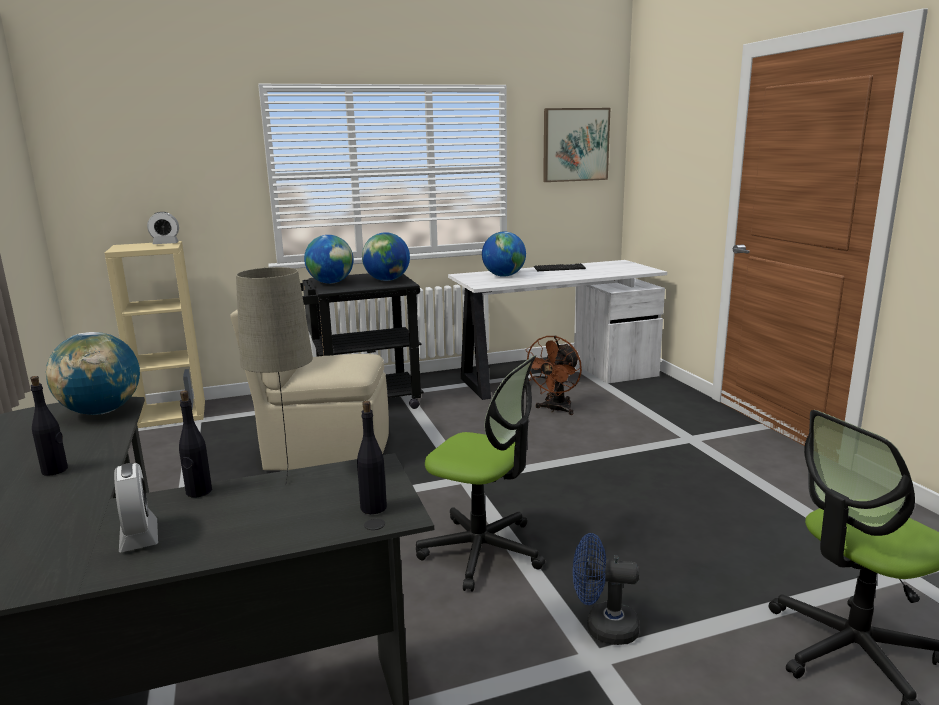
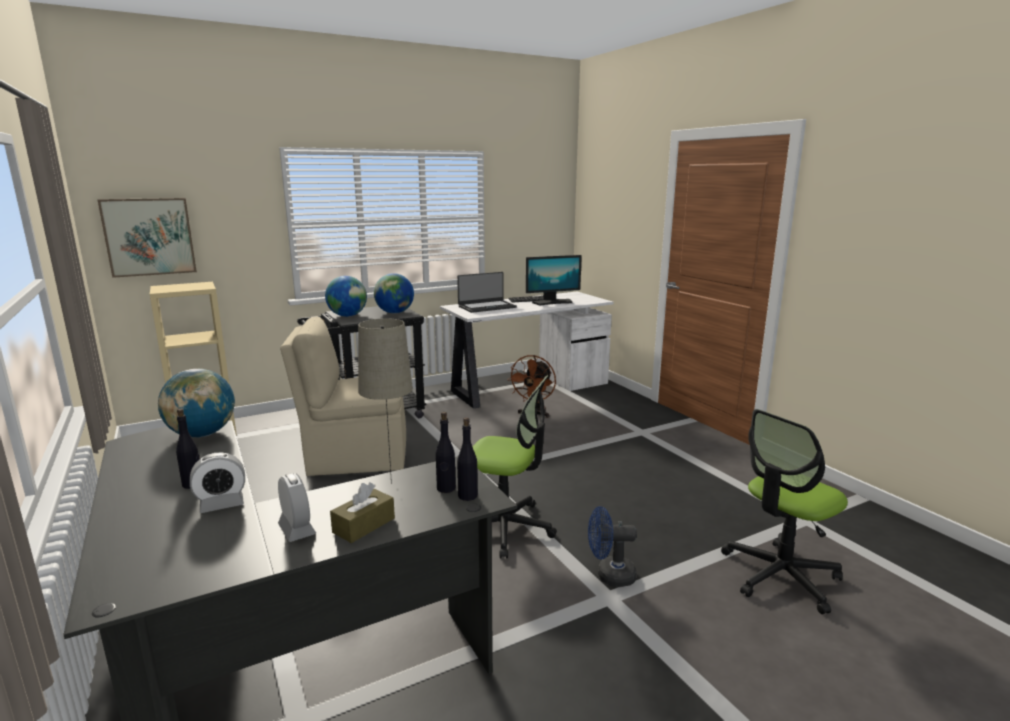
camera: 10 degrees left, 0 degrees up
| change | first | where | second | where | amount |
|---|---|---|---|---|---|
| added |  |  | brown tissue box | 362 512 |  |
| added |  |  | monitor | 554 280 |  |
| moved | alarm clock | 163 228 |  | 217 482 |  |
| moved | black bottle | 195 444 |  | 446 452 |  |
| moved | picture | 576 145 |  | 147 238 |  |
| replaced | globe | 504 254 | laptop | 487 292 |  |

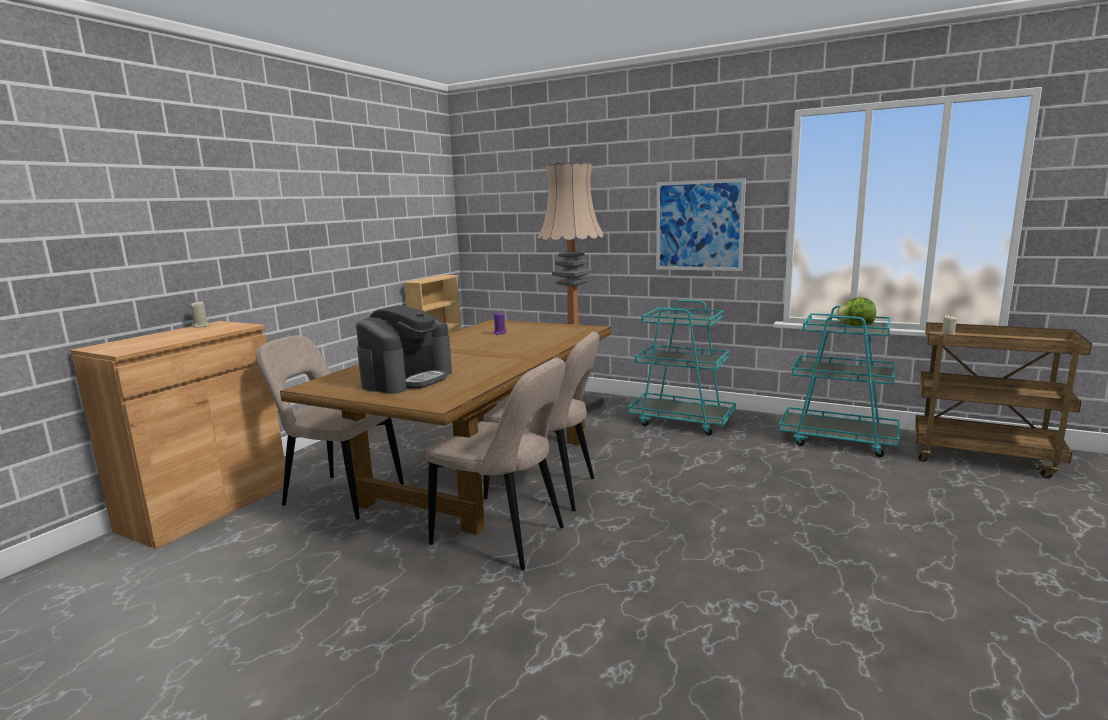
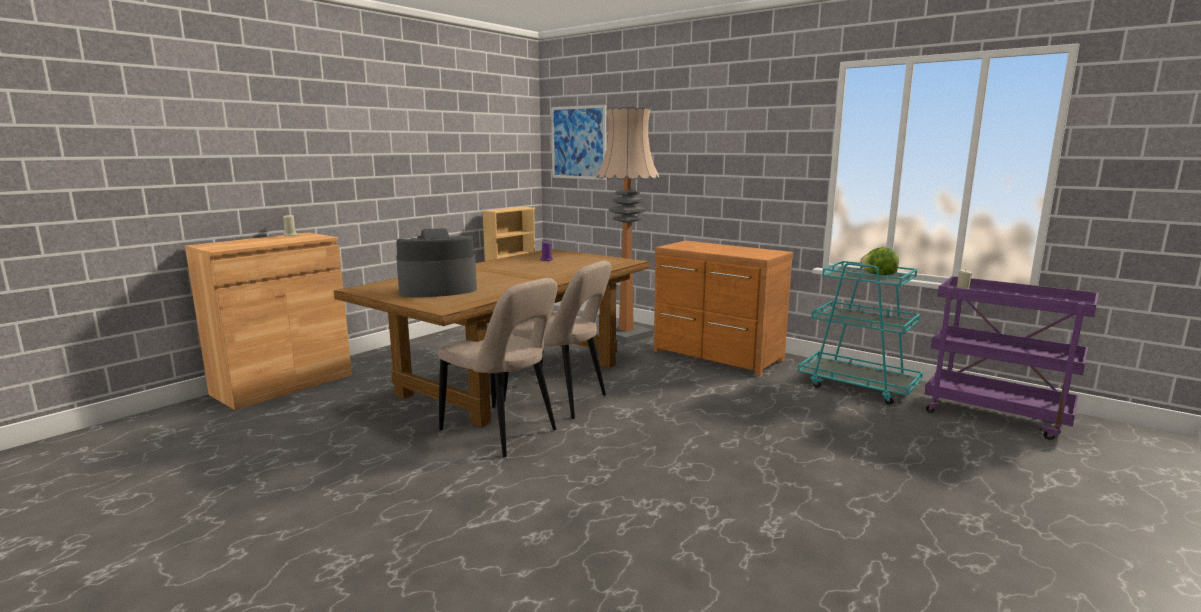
camera: 10 degrees right, 0 degrees up
| change | first | where | second | where | amount |
|---|---|---|---|---|---|
| removed | beige chair | 330 427 |  |  |  |
| moved | picture | 701 224 |  | 578 142 |  |
| replaced | turquoise cart | 681 368 | brown dresser | 723 308 |  |
| recoloured | brown cart | 1003 400 | purple cart | 1012 358 |  |
| turned | coffee machine | 404 349 |  | 436 262 | 150 degrees counterclockwise |

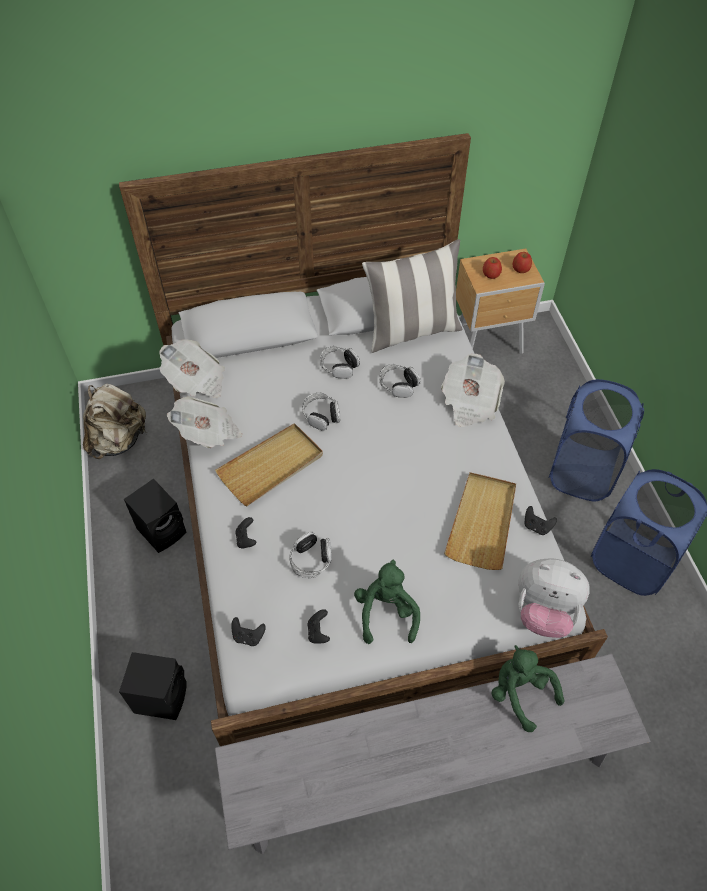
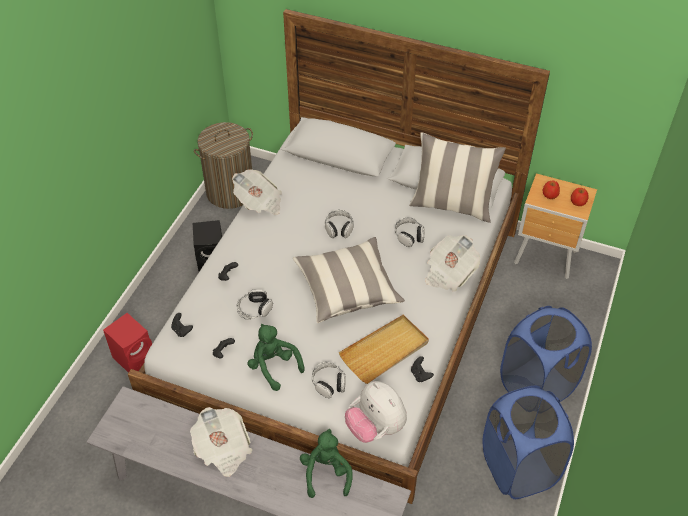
camera: 35 degrees right, 5 degrees down
| change | first | where | second | where | amount |
|---|---|---|---|---|---|
| removed | beige tray | 269 464 |  |  |  |
| added |  |  | pillow | 349 280 |  |
| moved | newspaper | 192 369 |  | 221 442 |  |
| moved | headphones | 340 362 |  | 329 380 |  |
| replaced | beige backpack | 115 421 | laundry basket | 223 165 |  |
| recoloured | black speaker | 153 686 | red speaker | 127 343 |  |
| turned | green plush toy | 387 602 |  | 276 357 | 75 degrees counterclockwise |

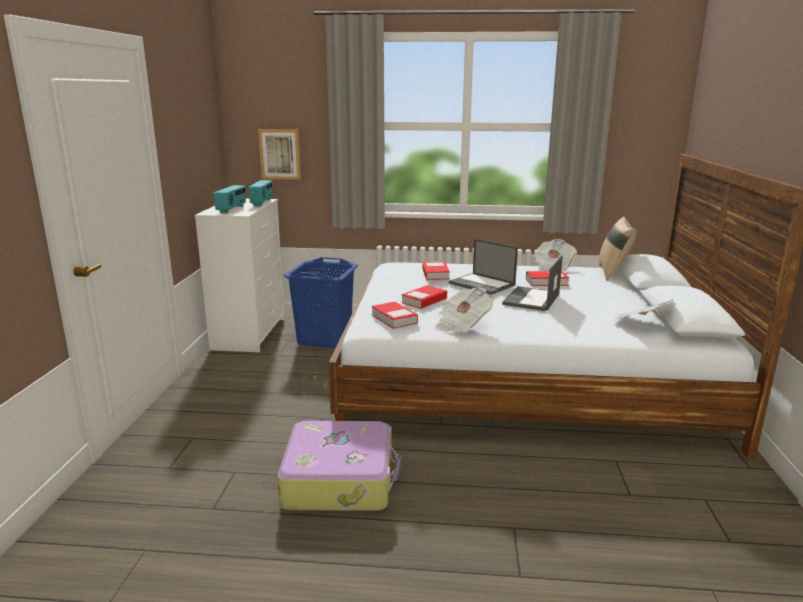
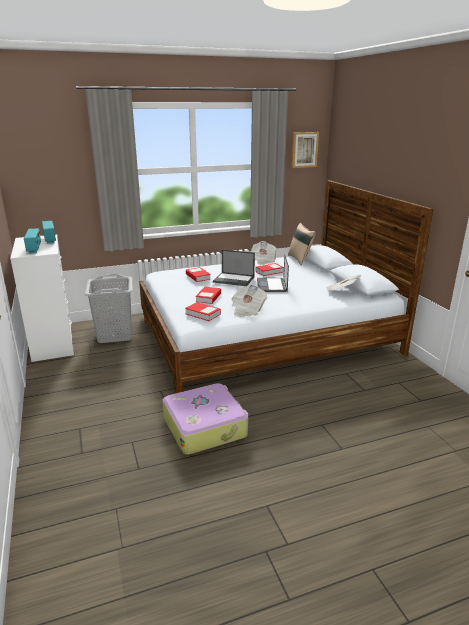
camera: 25 degrees left, 5 degrees up
| change | first | where | second | where | amount |
|---|---|---|---|---|---|
| moved | picture | 279 154 |  | 305 150 |  |
| recoloured | blue laundry basket | 320 302 | grey laundry basket | 108 308 |  |

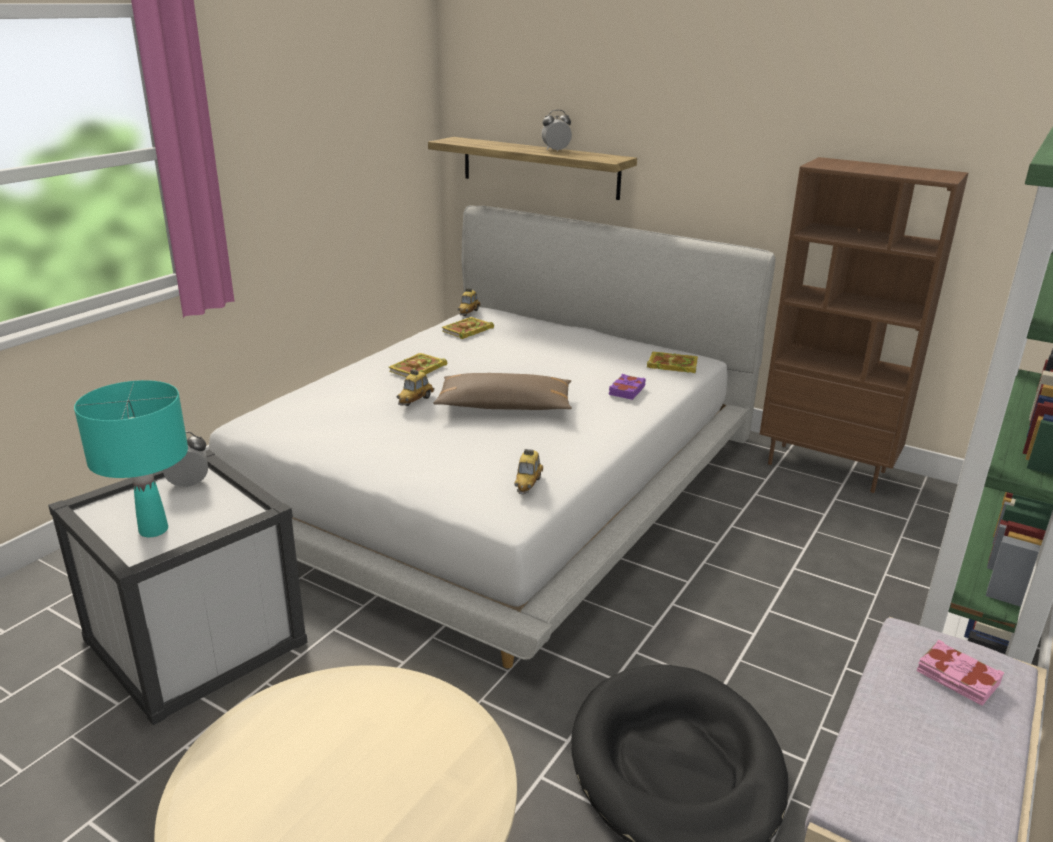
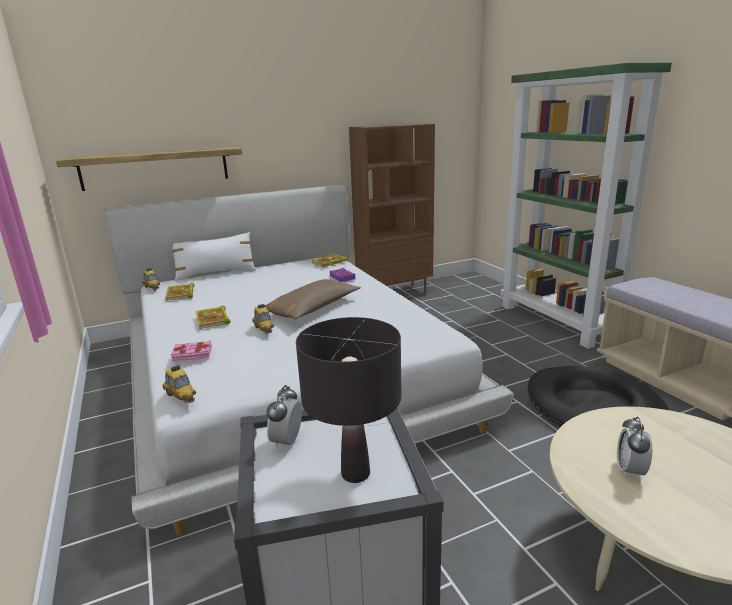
camera: 55 degrees left, 5 degrees down
| change | first | where | second | where | amount |
|---|---|---|---|---|---|
| added |  |  | white pillow | 214 256 |  |
| moved | toy car | 528 471 |  | 179 384 |  |
| moved | alarm clock | 557 130 |  | 634 447 |  |
| moved | pink book | 960 673 |  | 191 351 |  |
| recoloured | turquoise table lamp | 131 458 | black table lamp | 348 400 |  |

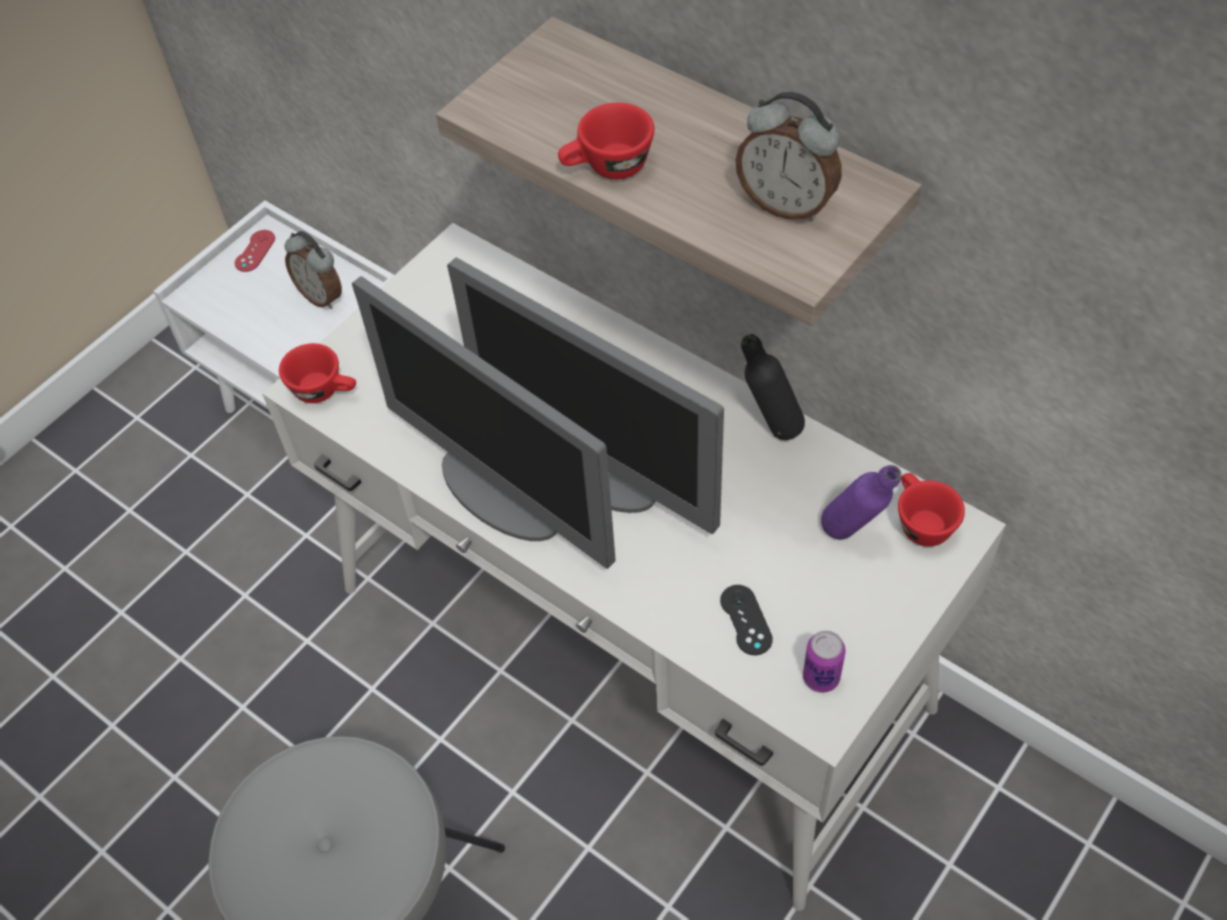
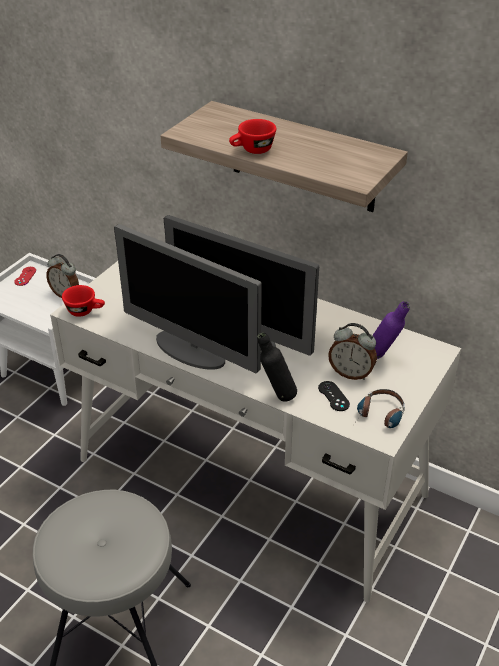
camera: 10 degrees left, 15 degrees down
| change | first | where | second | where | amount |
|---|---|---|---|---|---|
| removed | red cup | 931 510 |  |  |  |
| moved | alarm clock | 788 156 |  | 352 351 |  |
| moved | black bottle | 773 387 |  | 277 367 |  |
| replaced | can | 824 662 | headphones | 379 408 |  |

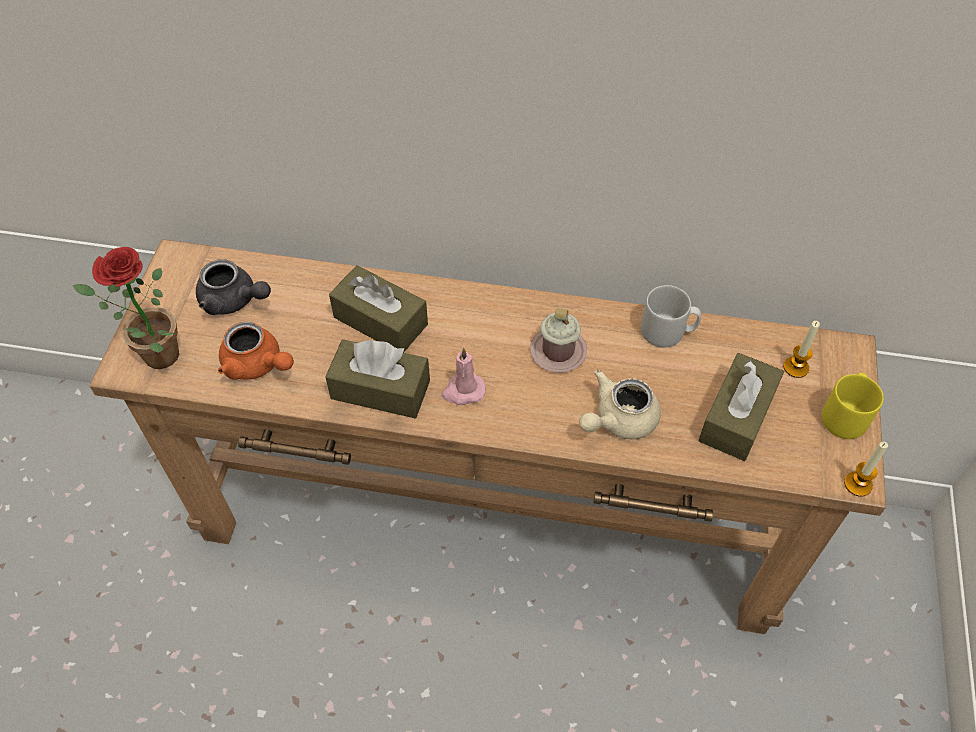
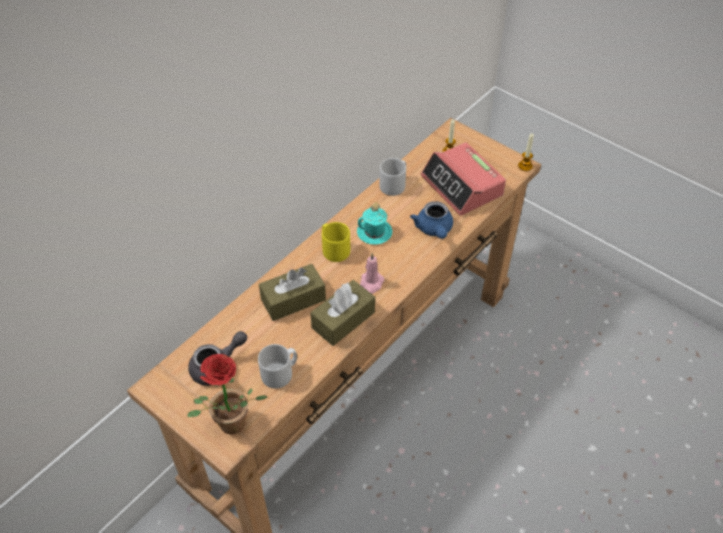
camera: 60 degrees left, 5 degrees down
| change | first | where | second | where | amount |
|---|---|---|---|---|---|
| moved | yellow mug | 853 406 |  | 336 242 |  |
| replaced | orange teapot | 256 351 | grey mug | 277 366 |  |
| replaced | brown tissue box | 741 407 | alarm clock | 463 179 |  |
| recoloured | pink mug | 558 340 | turquoise mug | 374 223 |  |
| recoloured | beige teapot | 620 404 | blue teapot | 431 220 |  |

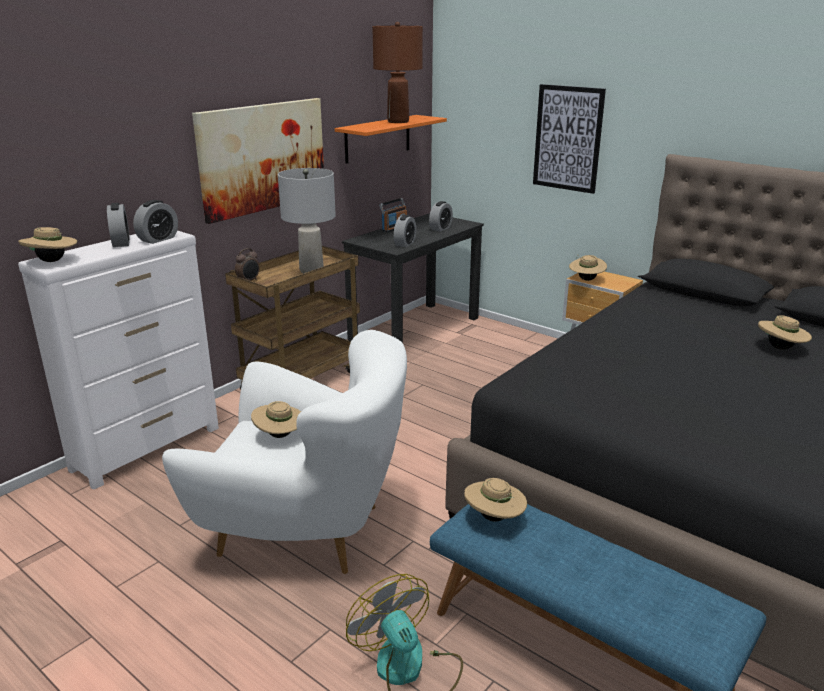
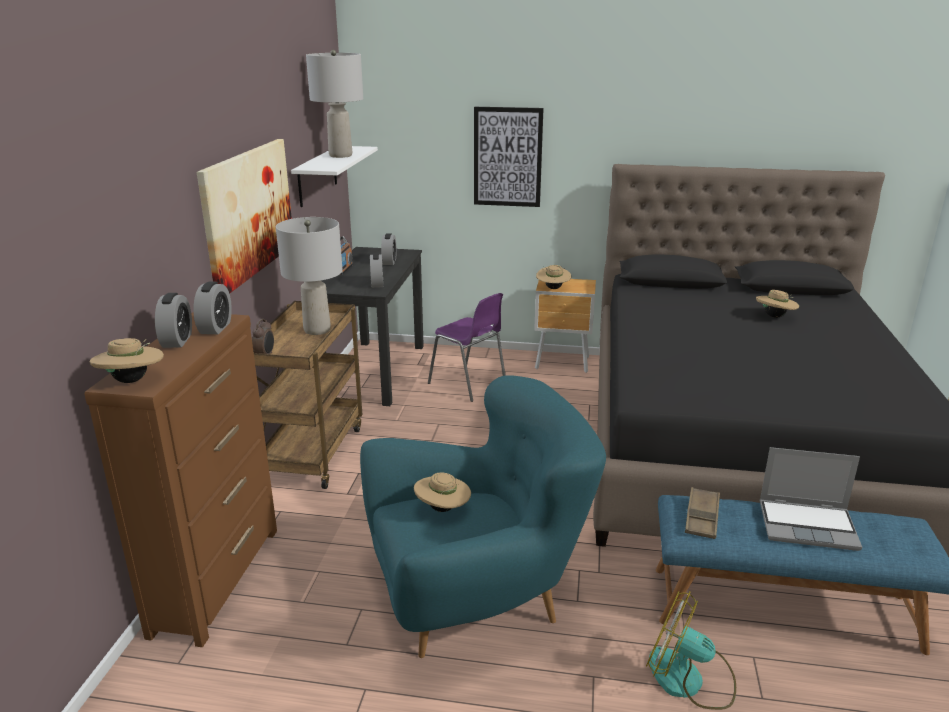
camera: 30 degrees left, 0 degrees up
| change | first | where | second | where | amount |
|---|---|---|---|---|---|
| added |  |  | purple chair | 466 347 |  |
| added |  |  | laptop | 811 499 |  |
| replaced | beige hat | 495 500 | brown tray | 702 513 |  |
| recoloured | white dresser | 118 360 | brown dresser | 181 480 |  |
| recoloured | white armchair | 284 452 | turquoise armchair | 483 516 |  |
| recoloured | orange shelf | 391 139 | white shelf | 334 176 |  |
| recoloured | brown table lamp | 397 72 | grey table lamp | 334 104 |  |
| turned | alarm clock | 118 225 |  | 173 320 | 45 degrees clockwise |

